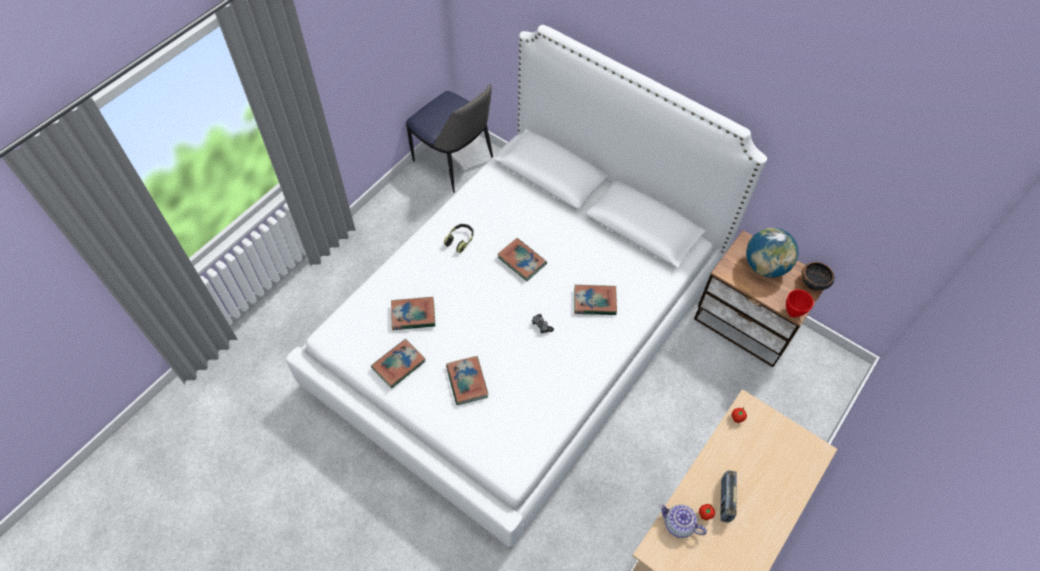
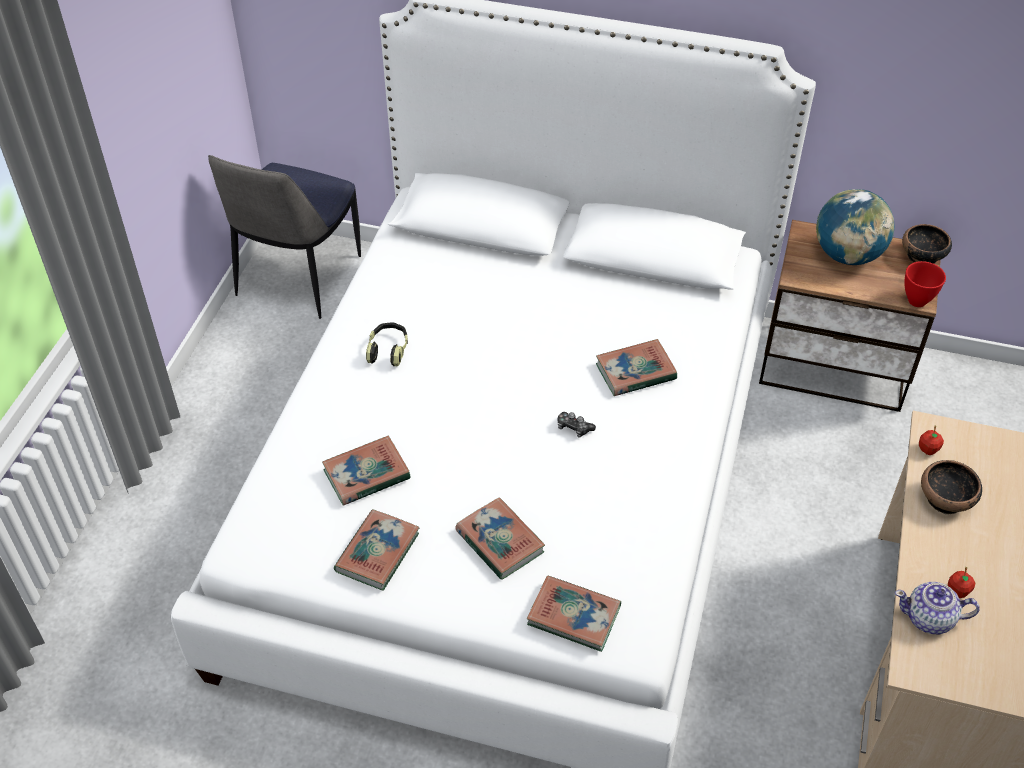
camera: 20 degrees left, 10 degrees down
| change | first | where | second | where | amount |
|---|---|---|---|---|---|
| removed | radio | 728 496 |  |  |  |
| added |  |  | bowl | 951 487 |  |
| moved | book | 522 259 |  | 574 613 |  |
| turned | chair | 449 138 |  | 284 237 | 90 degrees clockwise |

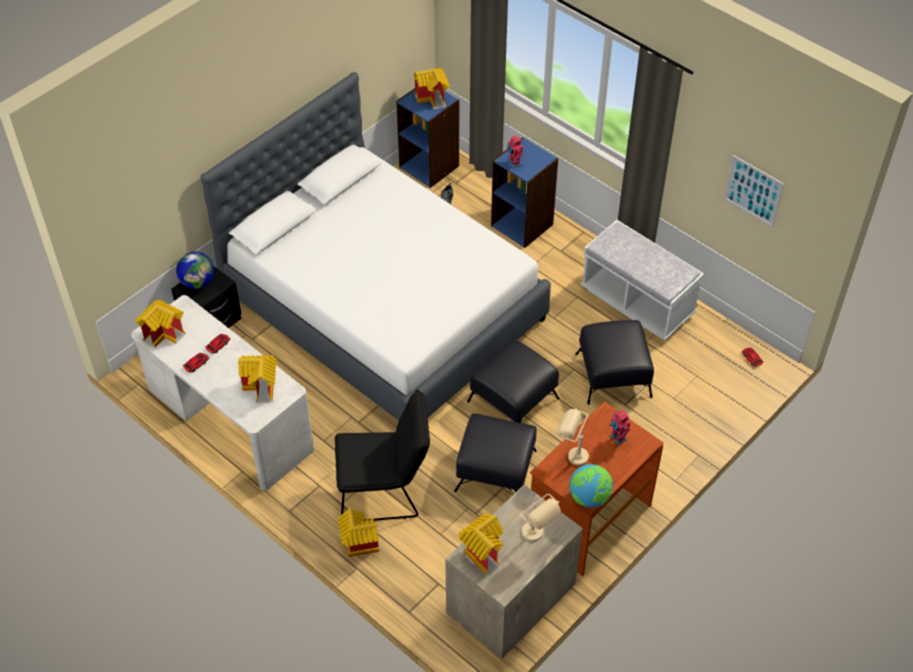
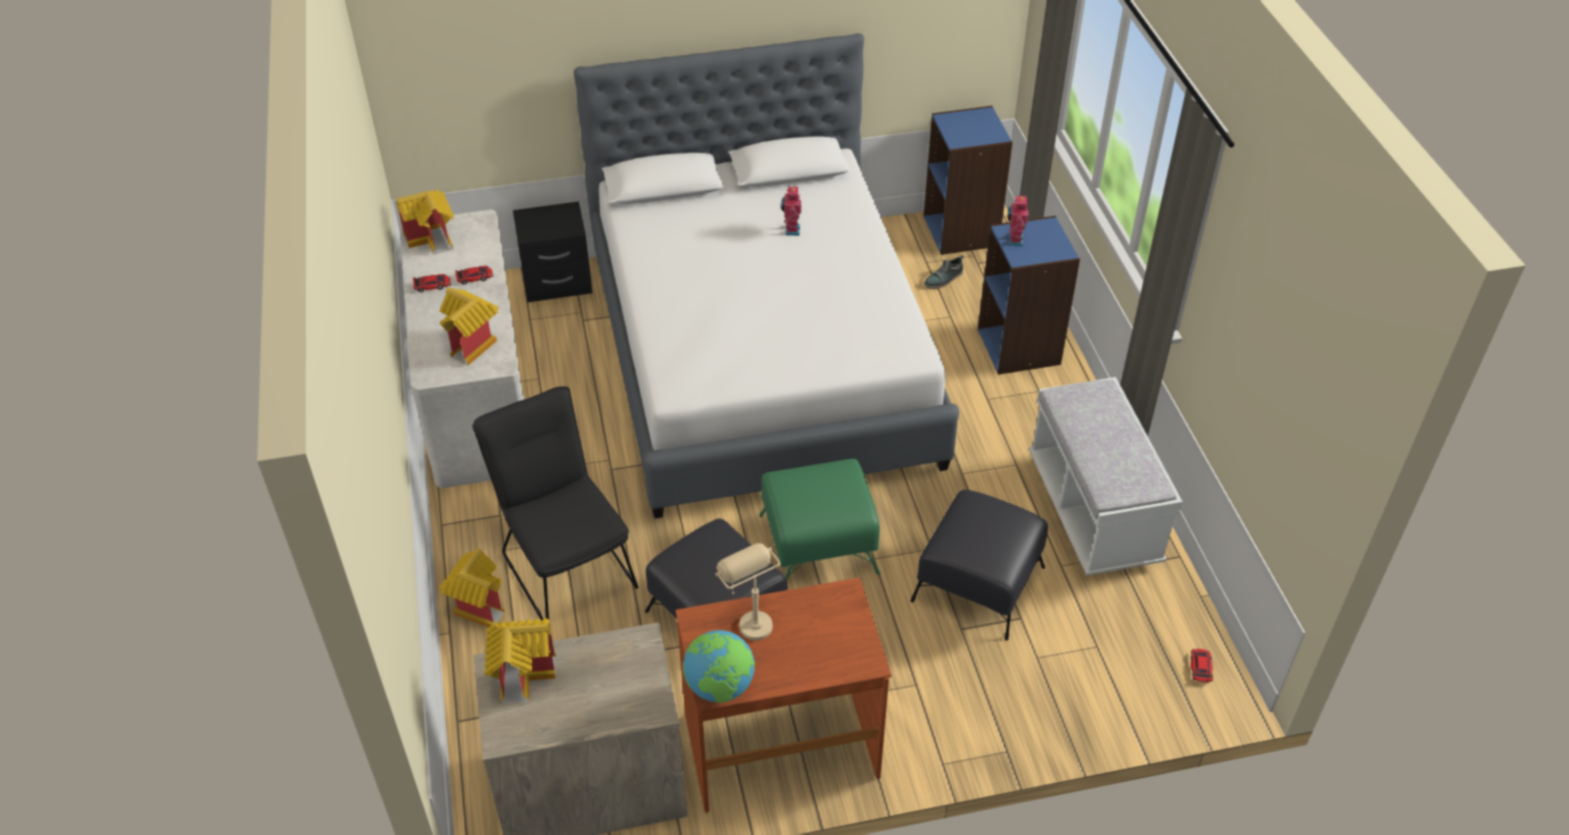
camera: 35 degrees right, 5 degrees down
| change | first | where | second | where | amount |
|---|---|---|---|---|---|
| removed | globe | 195 270 |  |  |  |
| removed | toy house | 432 88 |  |  |  |
| removed | beige table lamp | 541 518 |  |  |  |
| removed | picture | 753 191 |  |  |  |
| moved | toy robot | 619 427 |  | 791 211 |  |
| recoloured | black ottoman | 513 381 | green ottoman | 819 519 |  |
| turned | black chair | 382 455 |  | 555 503 | 150 degrees counterclockwise |

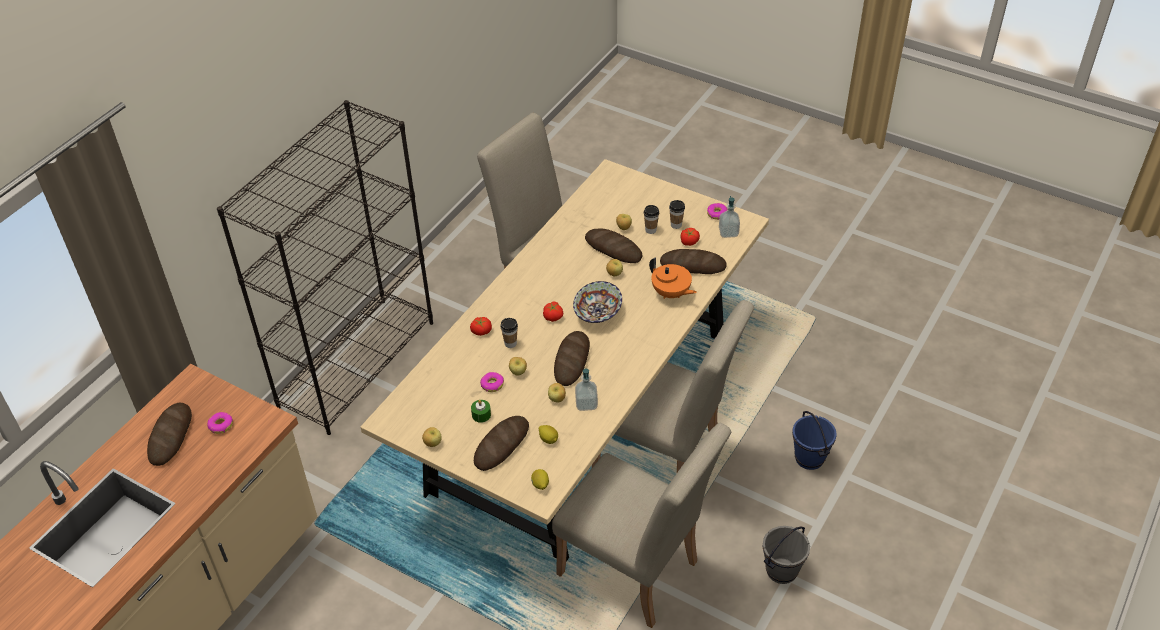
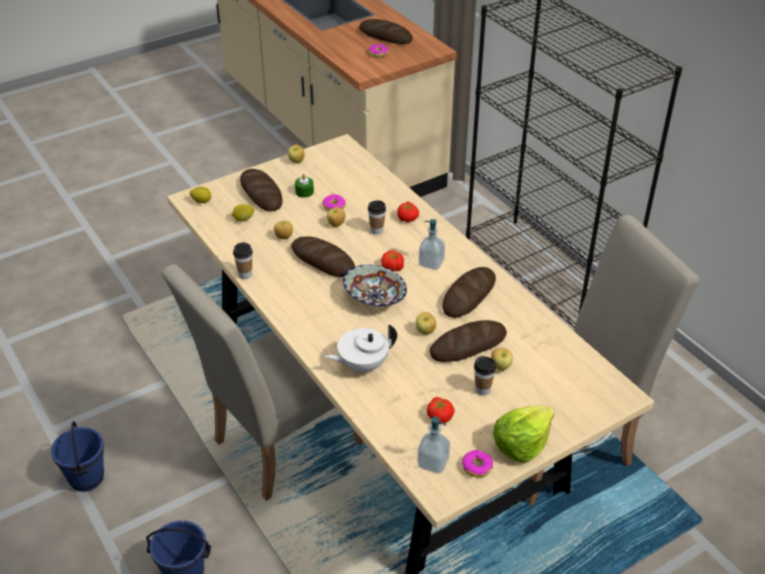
camera: 115 degrees right, 5 degrees down
| change | first | where | second | where | amount |
|---|---|---|---|---|---|
| removed | beige chair | 641 525 |  |  |  |
| added |  |  | lettuce | 523 434 |  |
| moved | soap dispenser | 586 389 |  | 432 244 |  |
| moved | bread | 693 261 |  | 469 292 |  |
| moved | cup | 677 214 |  | 243 260 |  |
| recoloured | orange teapot | 673 278 | white teapot | 361 348 |  |
| recoloured | grey bucket | 786 555 | blue bucket | 77 456 |  |

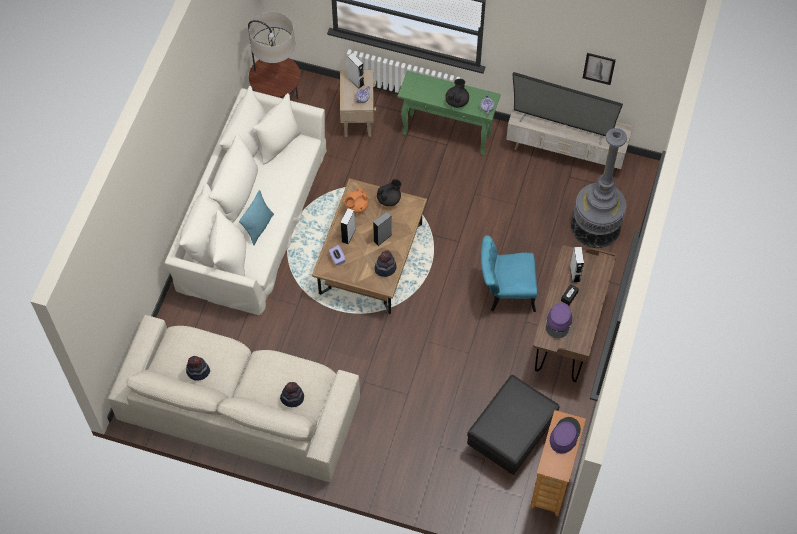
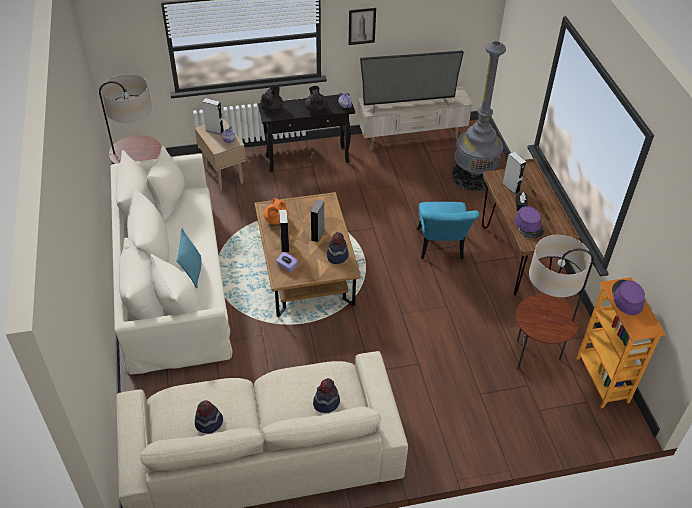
camera: 30 degrees left, 15 degrees down
| change | first | where | second | where | amount |
|---|---|---|---|---|---|
| moved | black teapot | 389 192 |  | 271 99 |  |
| moved | picture | 599 69 |  | 362 26 |  |
| replaced | black ottoman | 513 425 | floor lamp | 555 302 |  |
| recoloured | green console table | 449 113 | black console table | 306 132 |  |
| turned | turquoise chair | 509 273 |  | 448 230 | 60 degrees counterclockwise |

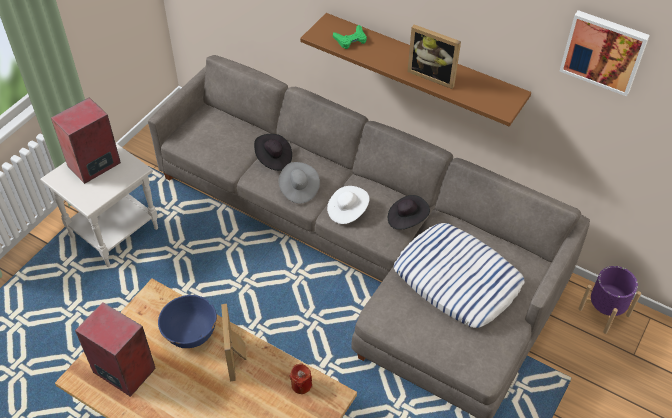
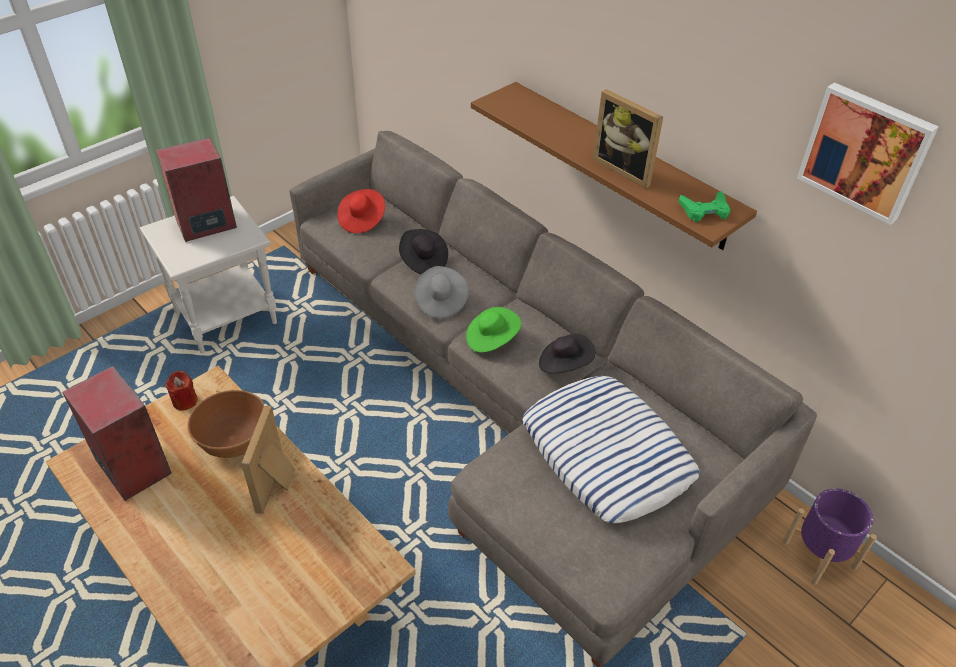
camera: 15 degrees right, 5 degrees down
| change | first | where | second | where | amount |
|---|---|---|---|---|---|
| added |  |  | red hat | 361 211 |  |
| moved | red candle | 301 378 |  | 181 391 |  |
| moved | green game controller | 350 37 |  | 704 206 |  |
| recoloured | blue bowl | 187 321 | brown bowl | 225 424 |  |
| recoloured | white hat | 348 205 | green hat | 493 330 |  |

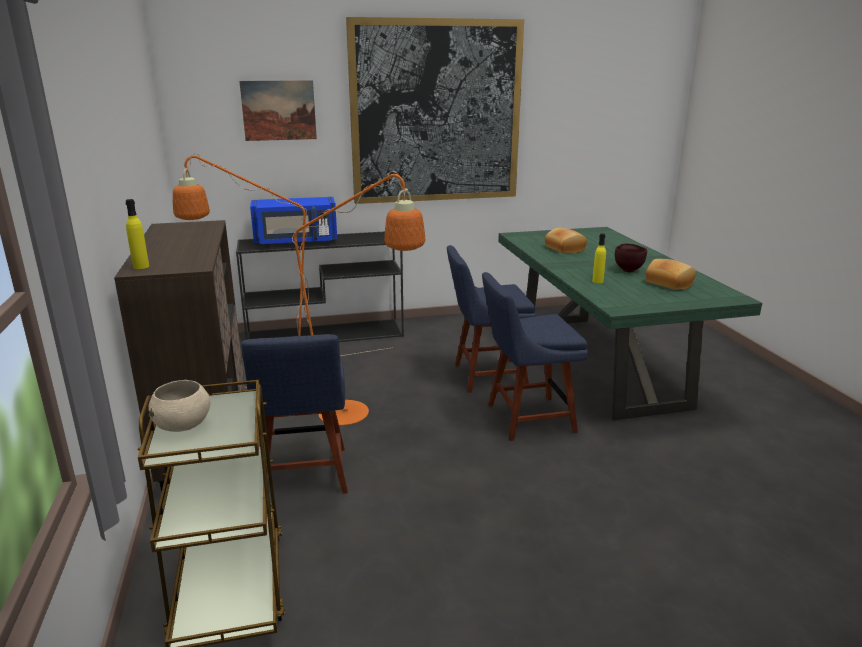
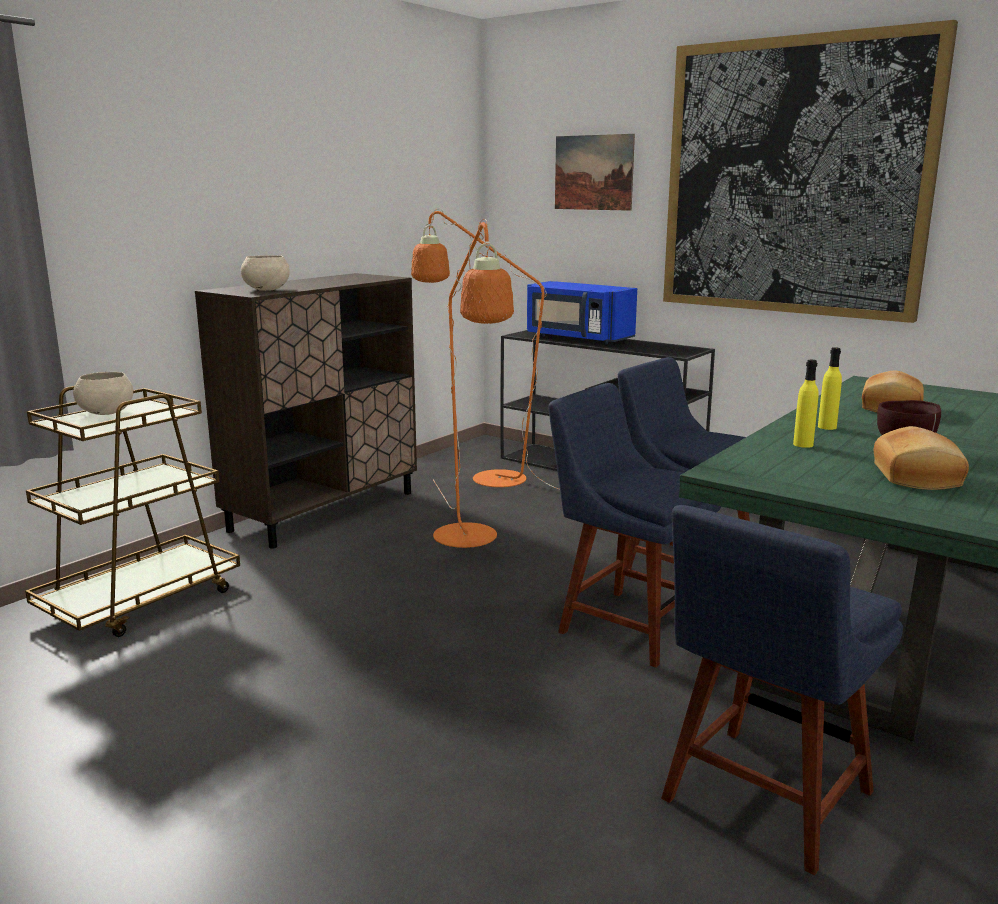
camera: 50 degrees right, 5 degrees down
| change | first | where | second | where | amount |
|---|---|---|---|---|---|
| added |  |  | beige bowl | 265 273 |  |
| moved | yellow bottle | 137 234 |  | 830 388 |  |
| moved | blue chair | 294 414 |  | 782 690 |  |

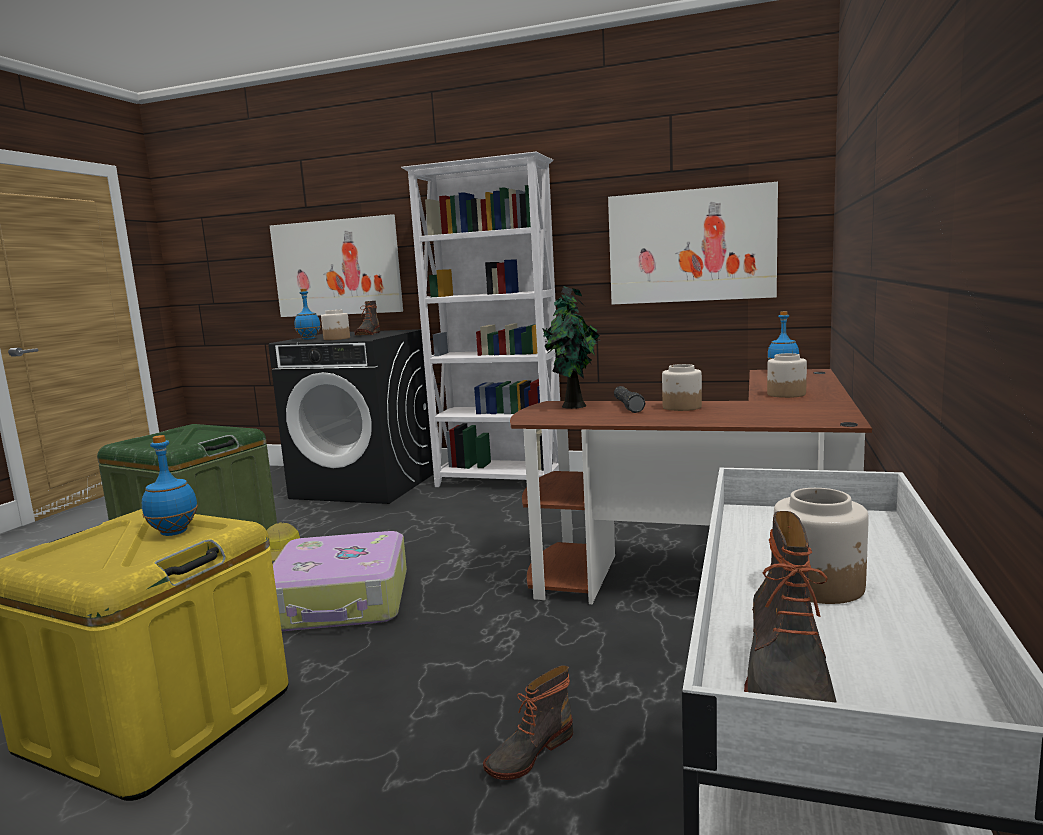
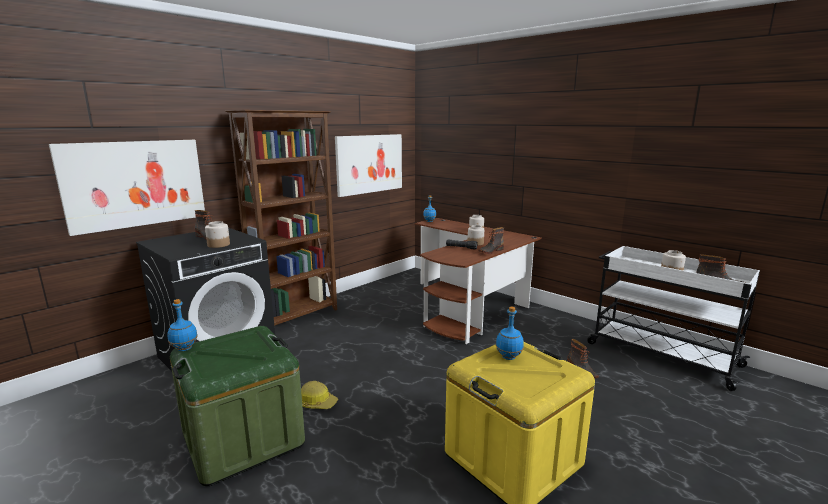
camera: 65 degrees left, 5 degrees up
| change | first | where | second | where | amount |
|---|---|---|---|---|---|
| removed | suitcase | 340 581 |  |  |  |
| removed | potted plant | 571 347 |  |  |  |
| added |  |  | boot | 491 240 |  |
| moved | blue bottle | 308 314 |  | 182 325 |  |
| recoloured | white bookcase | 480 319 | brown bookcase | 281 218 |  |

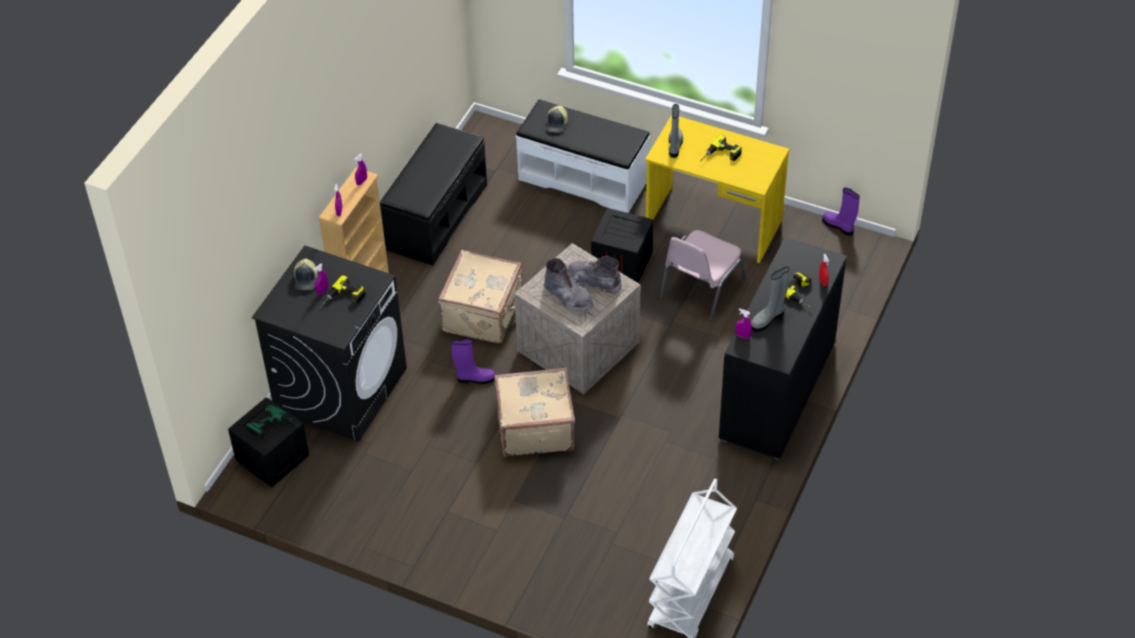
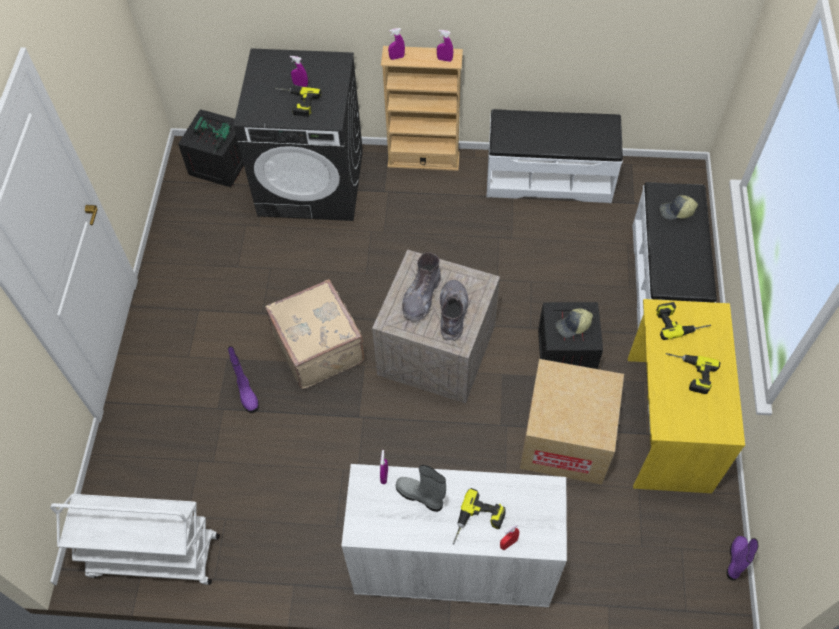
camera: 70 degrees right, 10 degrees up
| change | first | where | second | where | amount |
|---|---|---|---|---|---|
| removed | beige suitcase | 480 296 |  |  |  |
| moved | cap | 306 274 |  | 574 323 |  |
| moved | purple boot | 474 361 |  | 243 379 |  |
| replaced | pink chair | 702 275 | cardboard box | 572 422 |  |
| replaced | grey boot | 676 131 | power drill | 683 321 |  |
| recoloured | black bench | 433 194 | white bench | 554 156 |  |
| recoloured | black cabinet | 783 348 | white cabinet | 454 535 |  |

